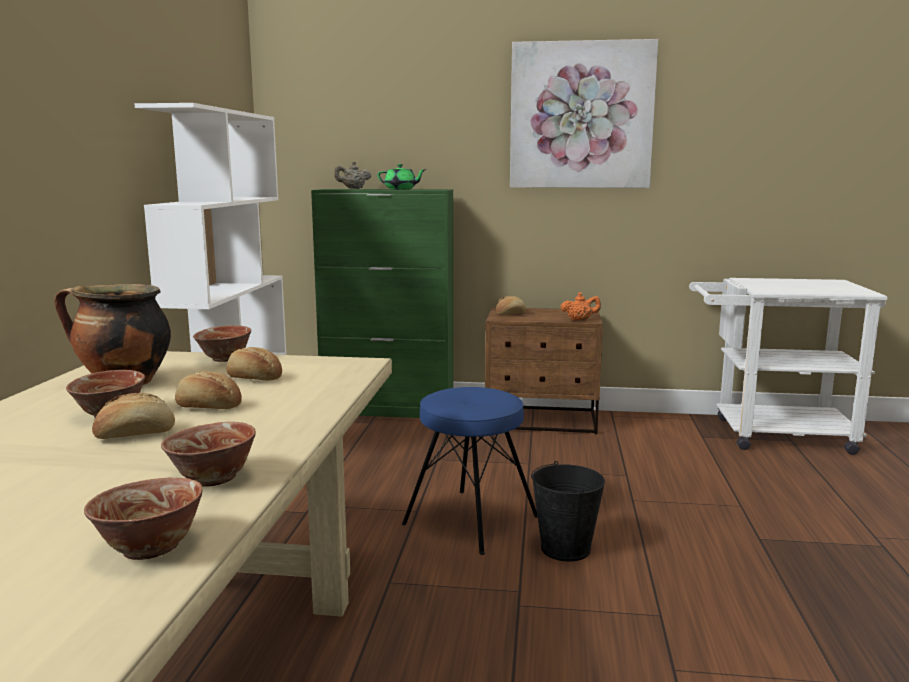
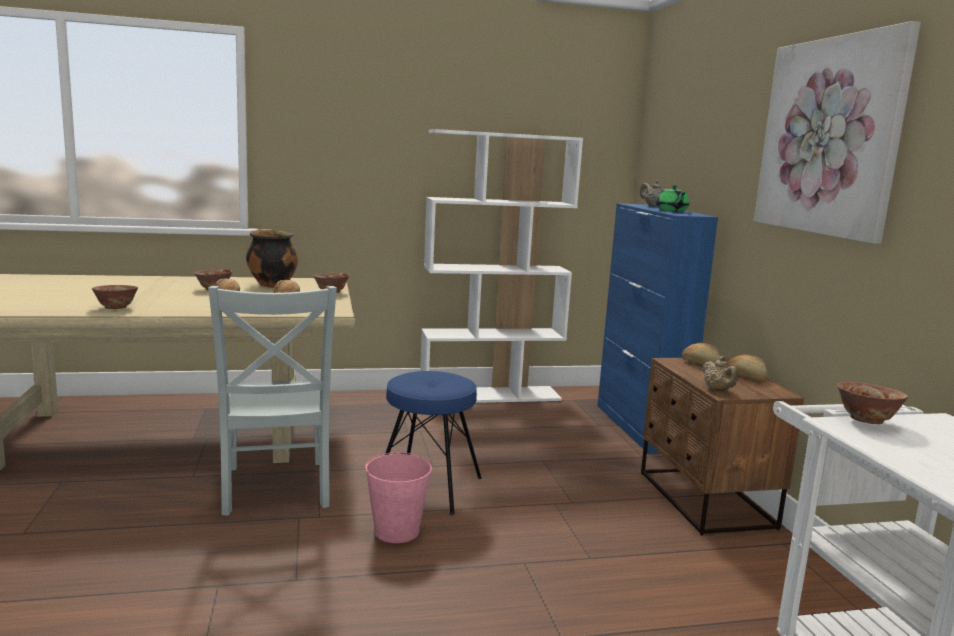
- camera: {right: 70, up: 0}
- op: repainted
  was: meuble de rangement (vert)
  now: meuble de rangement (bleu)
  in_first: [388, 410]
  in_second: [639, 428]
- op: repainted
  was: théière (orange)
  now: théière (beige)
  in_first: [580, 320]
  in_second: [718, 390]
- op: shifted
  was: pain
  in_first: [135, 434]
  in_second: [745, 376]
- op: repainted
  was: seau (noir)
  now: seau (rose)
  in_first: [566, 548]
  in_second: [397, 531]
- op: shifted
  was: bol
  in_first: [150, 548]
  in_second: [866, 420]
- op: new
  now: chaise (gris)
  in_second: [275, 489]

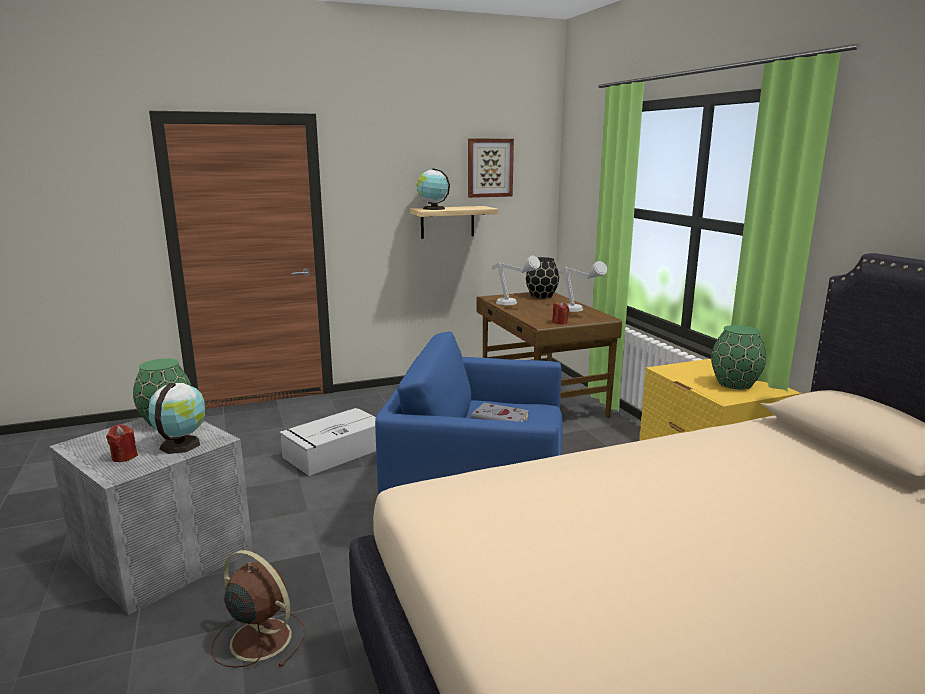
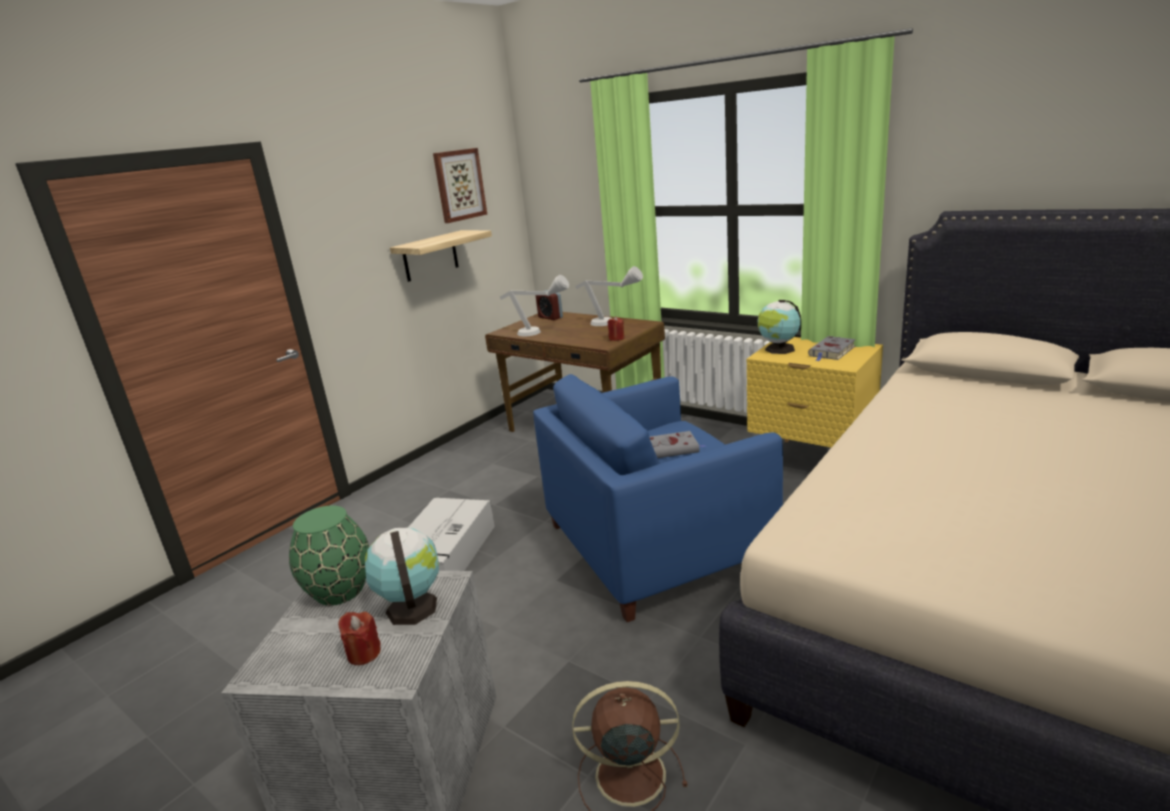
- camera: {right: -30, up: 5}
- op: shifted
  was: globe
  in_first: [432, 208]
  in_second: [778, 349]
- op: swapped
  was: vase (noir)
  now: réveil
  in_first: [542, 296]
  in_second: [550, 317]
- op: swapped
  was: vase (vert)
  now: livre (gris)
  in_first: [734, 384]
  in_second: [831, 352]

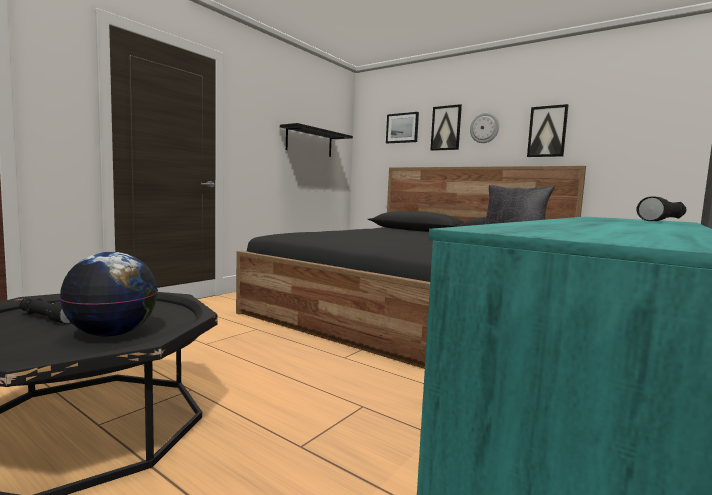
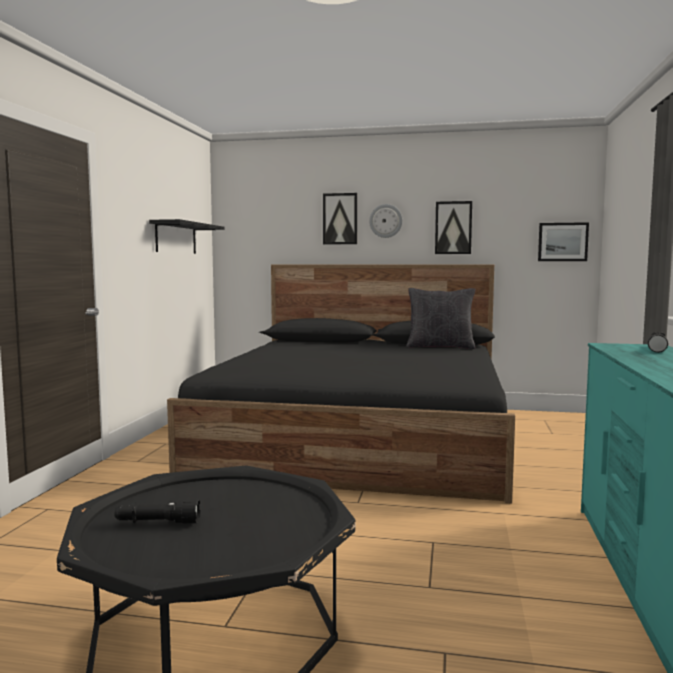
- camera: {right: -25, up: 0}
- op: shifted
  was: tableau
  in_first: [402, 128]
  in_second: [562, 242]
- op: gone
  was: globe
  in_first: [112, 334]

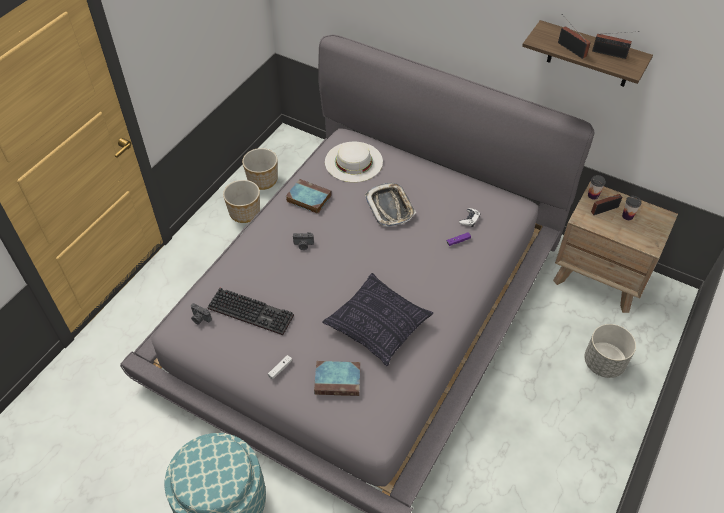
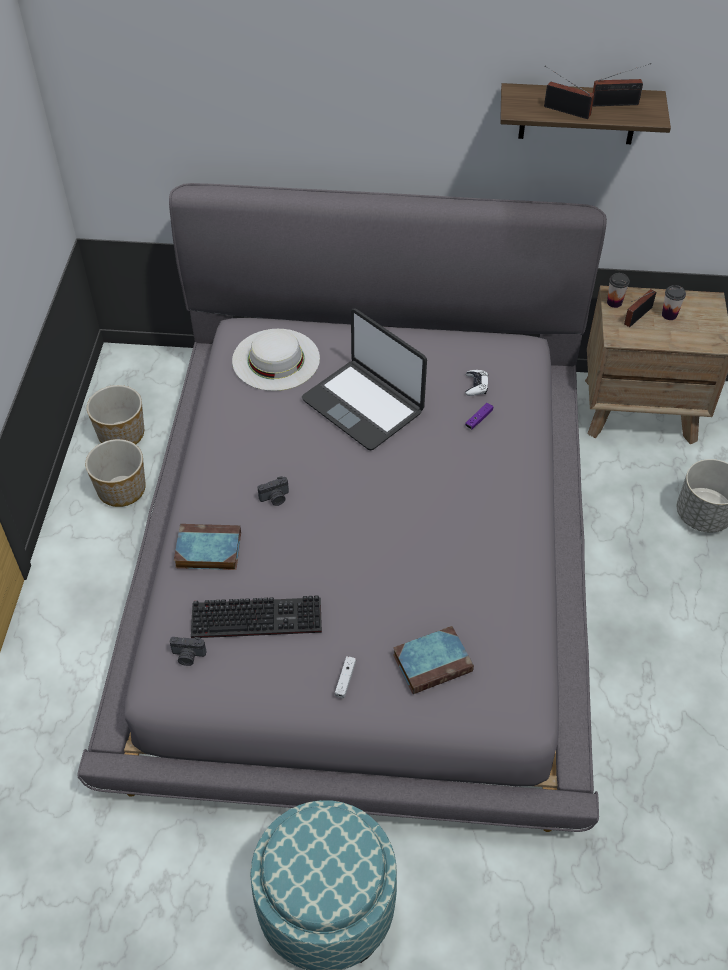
- camera: {right: -25, up: 0}
- op: shifted
  was: livre
  in_first: [307, 198]
  in_second: [207, 550]
- op: swapped
  was: plateau
  now: ordinateur portable
  in_first: [390, 207]
  in_second: [363, 405]
- op: gone
  was: coussin
  in_first: [378, 326]

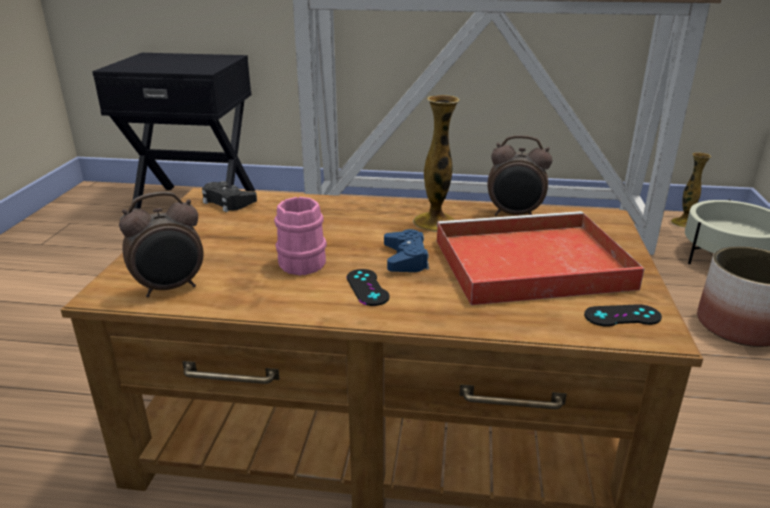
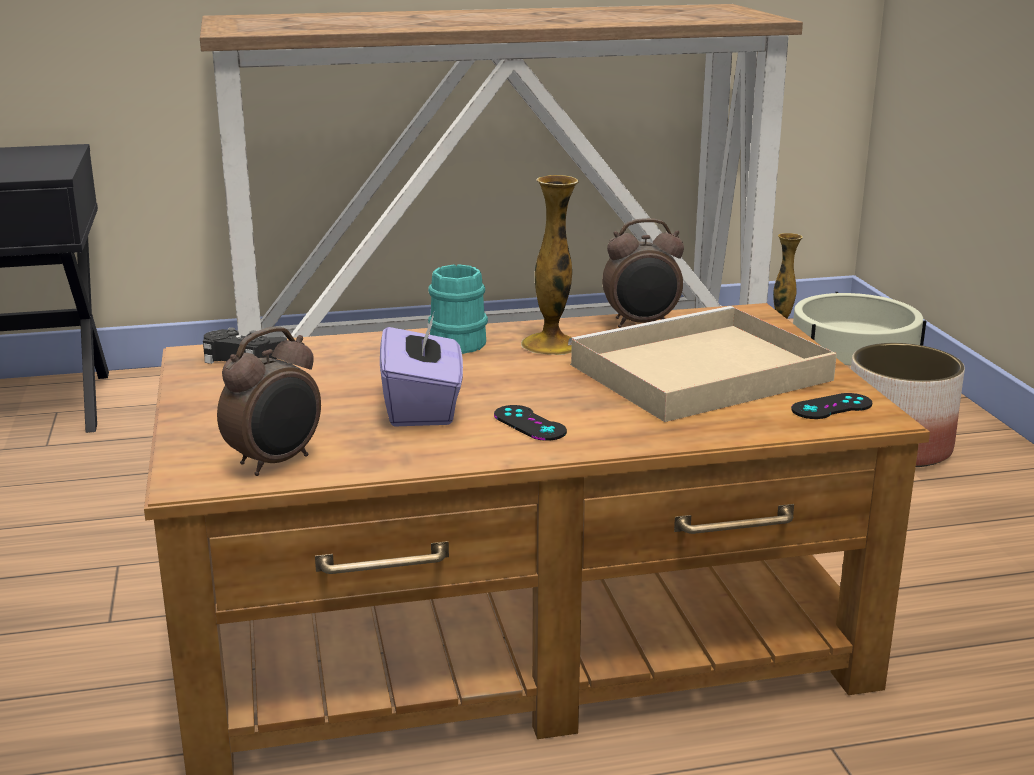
- camera: {right: -20, up: -5}
- op: swapped
  was: mug (rose)
  now: boîte à mouchoirs (violet)
  in_first: [305, 260]
  in_second: [423, 407]
- op: repainted
  was: plateau (rouge)
  now: plateau (beige)
  in_first: [527, 264]
  in_second: [696, 374]
- op: gone
  was: manette (bleu)
  in_first: [406, 259]
- op: new
  now: mug (turquoise)
  in_second: [461, 341]

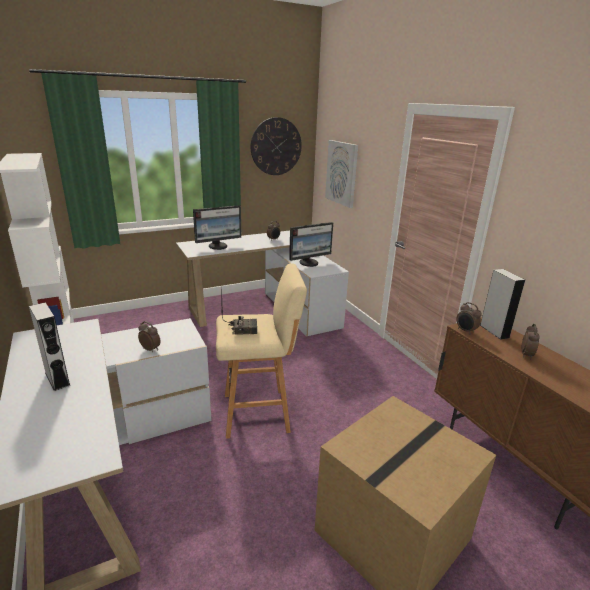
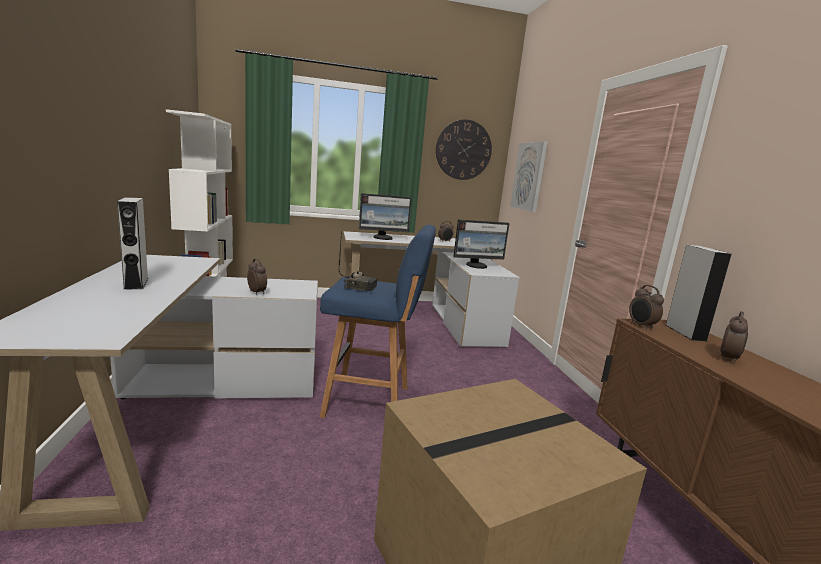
- camera: {right: 15, up: -10}
- op: repainted
  was: tabouret (beige)
  now: tabouret (bleu)
  in_first: [259, 412]
  in_second: [370, 402]

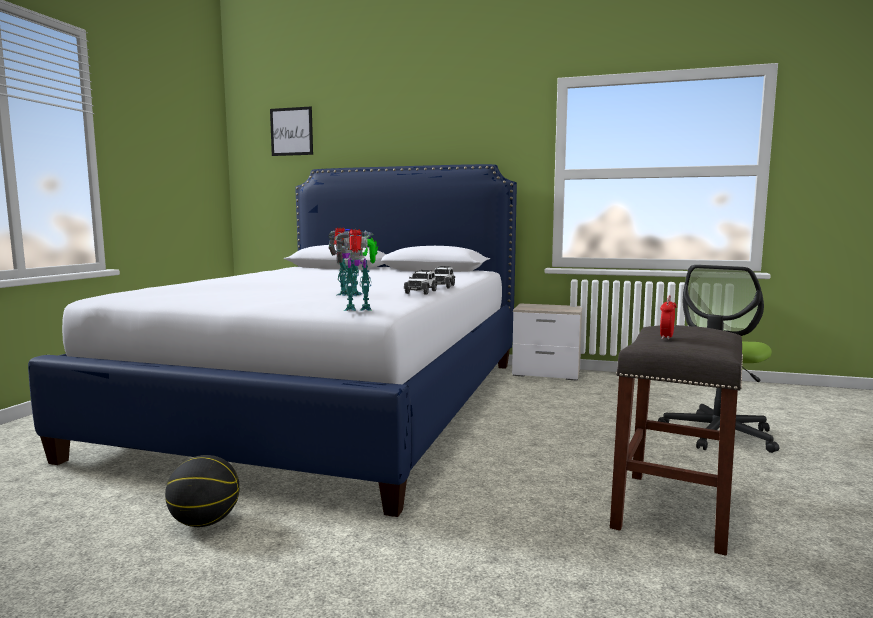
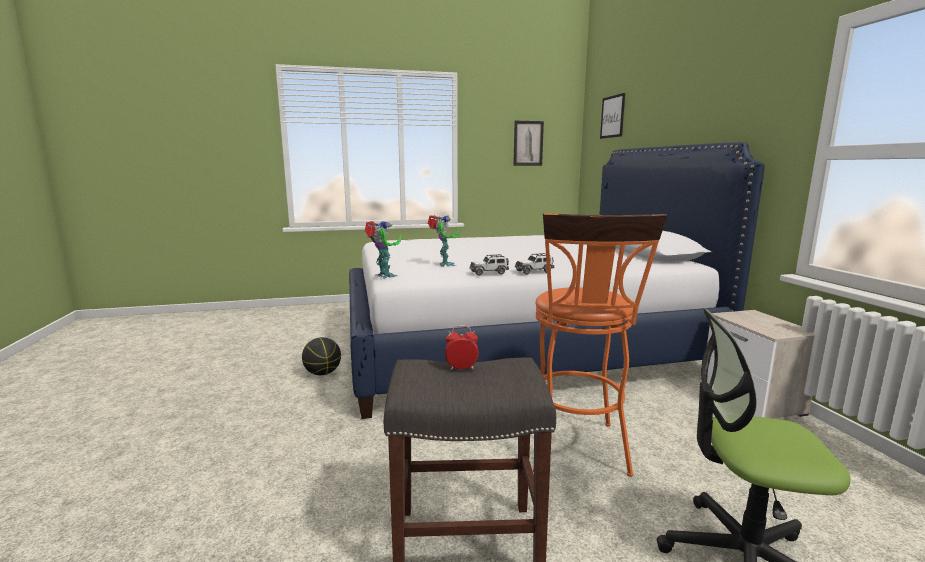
- camera: {right: 60, up: 5}
- op: new
  now: tableau
  in_second: [528, 143]
- op: new
  now: tabouret (orange)
  in_second: [577, 452]

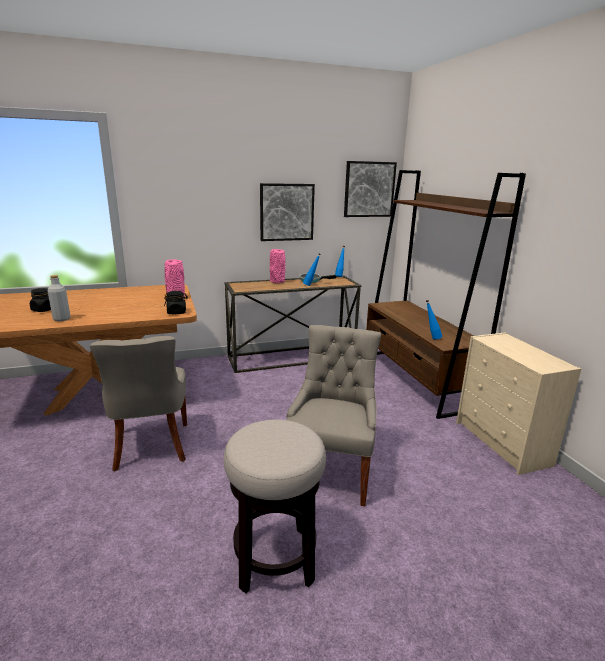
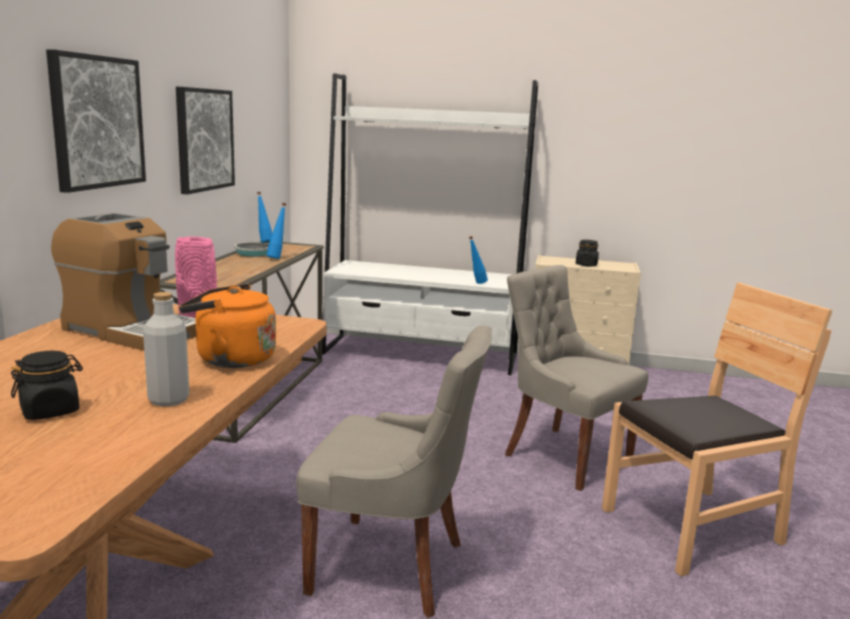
- camera: {right: -60, up: -5}
- op: shifted
  was: tableau
  in_first: [369, 189]
  in_second: [97, 122]
- op: repainted
  was: bibliothèque (marron)
  now: bibliothèque (blanc)
  in_first: [415, 380]
  in_second: [421, 354]
- op: gone
  was: vase (rose)
  in_first: [277, 281]
- op: shifted
  was: bocal (noir)
  in_first: [177, 312]
  in_second: [586, 265]
- op: swapped
  was: tabouret
  now: chaise (marron)
  in_first: [275, 559]
  in_second: [692, 527]
- op: new
  now: machine à café
  in_second: [131, 331]
- op: new
  now: bouilloire (orange)
  in_second: [231, 359]

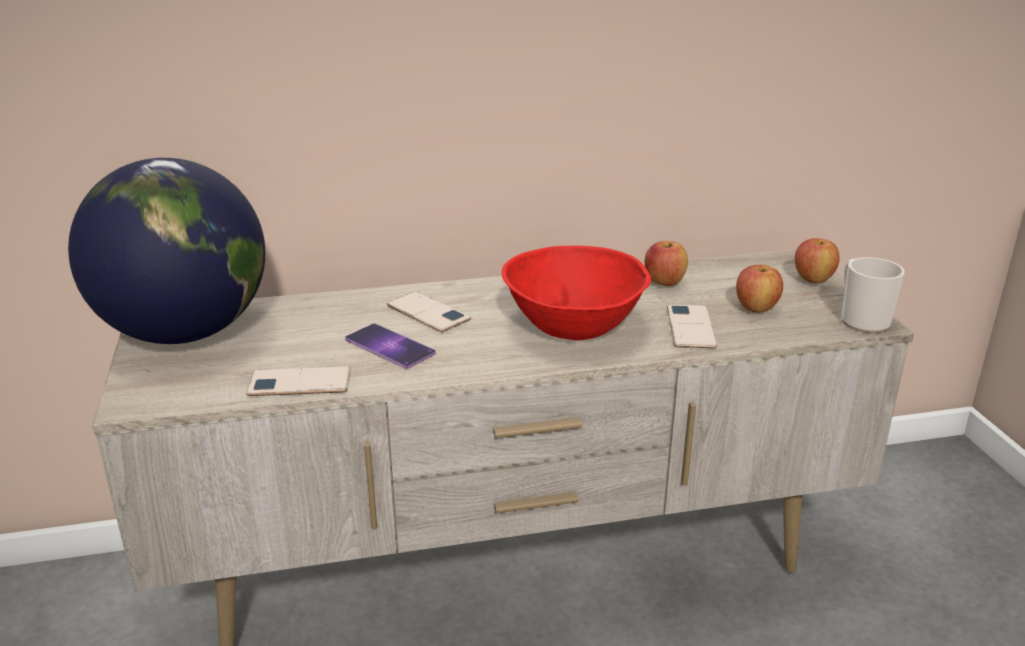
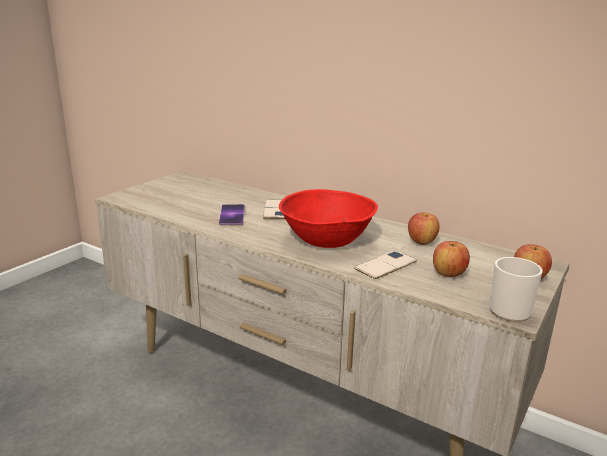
- camera: {right: 45, up: -5}
- op: gone
  was: globe
  in_first: [185, 333]
- op: gone
  was: téléphone
  in_first: [299, 383]

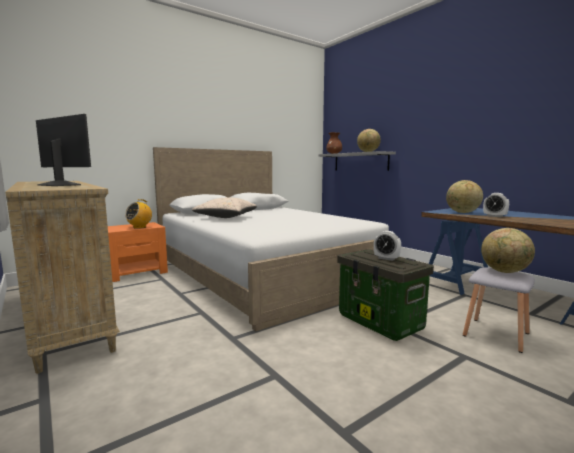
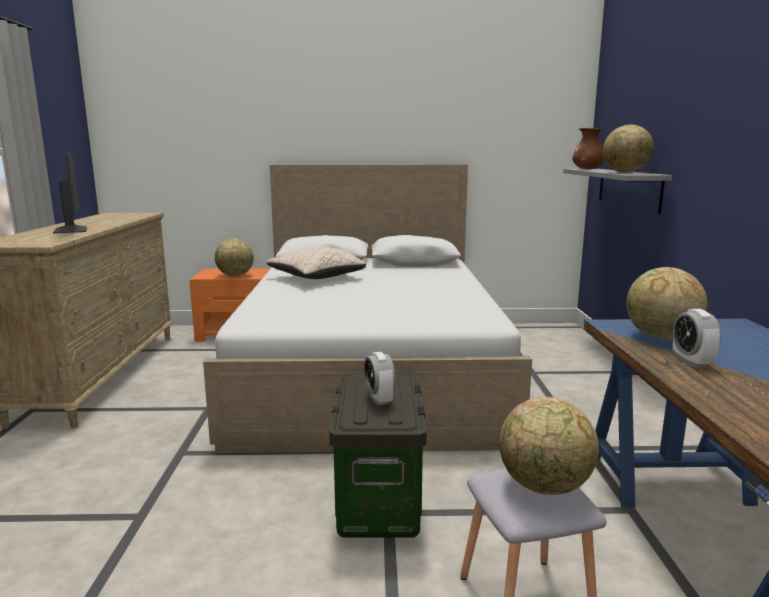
- camera: {right: 35, up: 5}
- op: swapped
  was: radio
  now: globe
  in_first: [140, 227]
  in_second: [235, 275]

